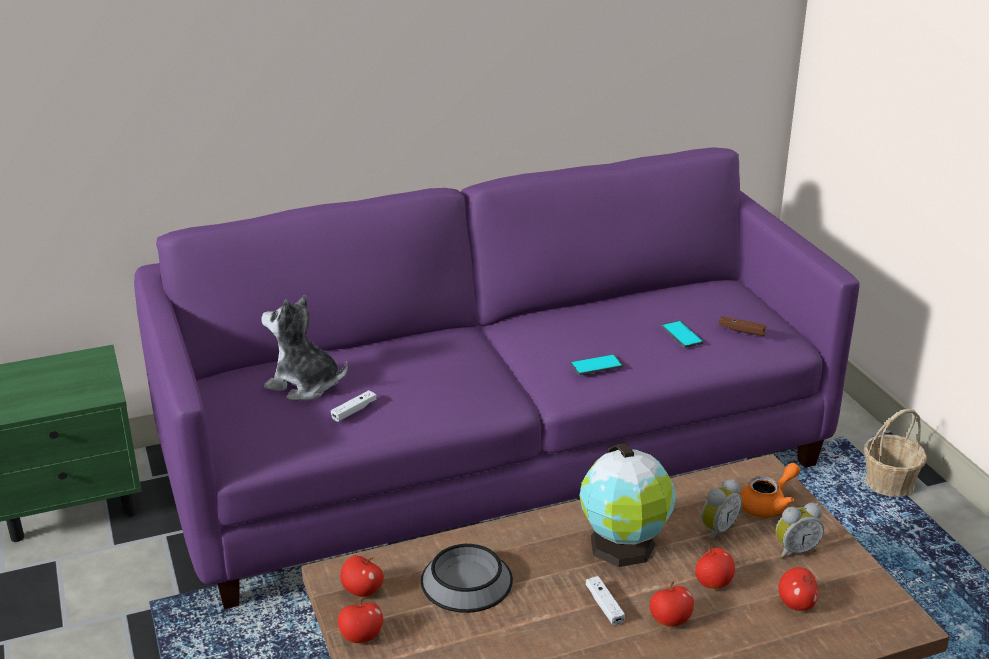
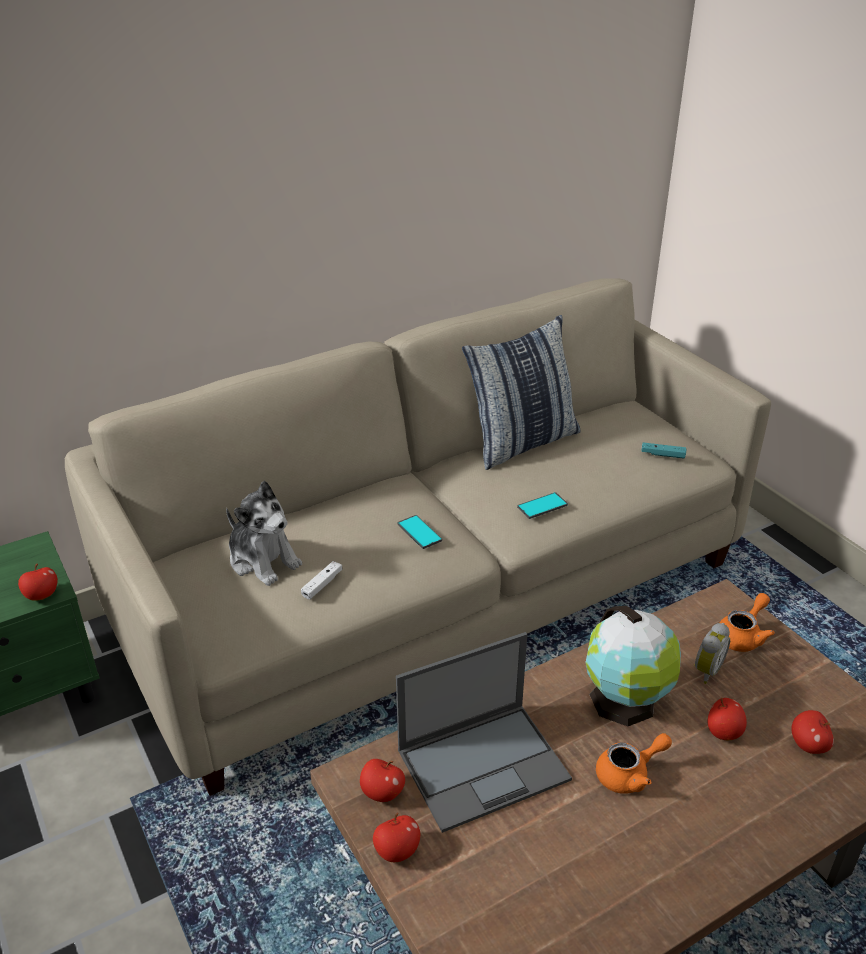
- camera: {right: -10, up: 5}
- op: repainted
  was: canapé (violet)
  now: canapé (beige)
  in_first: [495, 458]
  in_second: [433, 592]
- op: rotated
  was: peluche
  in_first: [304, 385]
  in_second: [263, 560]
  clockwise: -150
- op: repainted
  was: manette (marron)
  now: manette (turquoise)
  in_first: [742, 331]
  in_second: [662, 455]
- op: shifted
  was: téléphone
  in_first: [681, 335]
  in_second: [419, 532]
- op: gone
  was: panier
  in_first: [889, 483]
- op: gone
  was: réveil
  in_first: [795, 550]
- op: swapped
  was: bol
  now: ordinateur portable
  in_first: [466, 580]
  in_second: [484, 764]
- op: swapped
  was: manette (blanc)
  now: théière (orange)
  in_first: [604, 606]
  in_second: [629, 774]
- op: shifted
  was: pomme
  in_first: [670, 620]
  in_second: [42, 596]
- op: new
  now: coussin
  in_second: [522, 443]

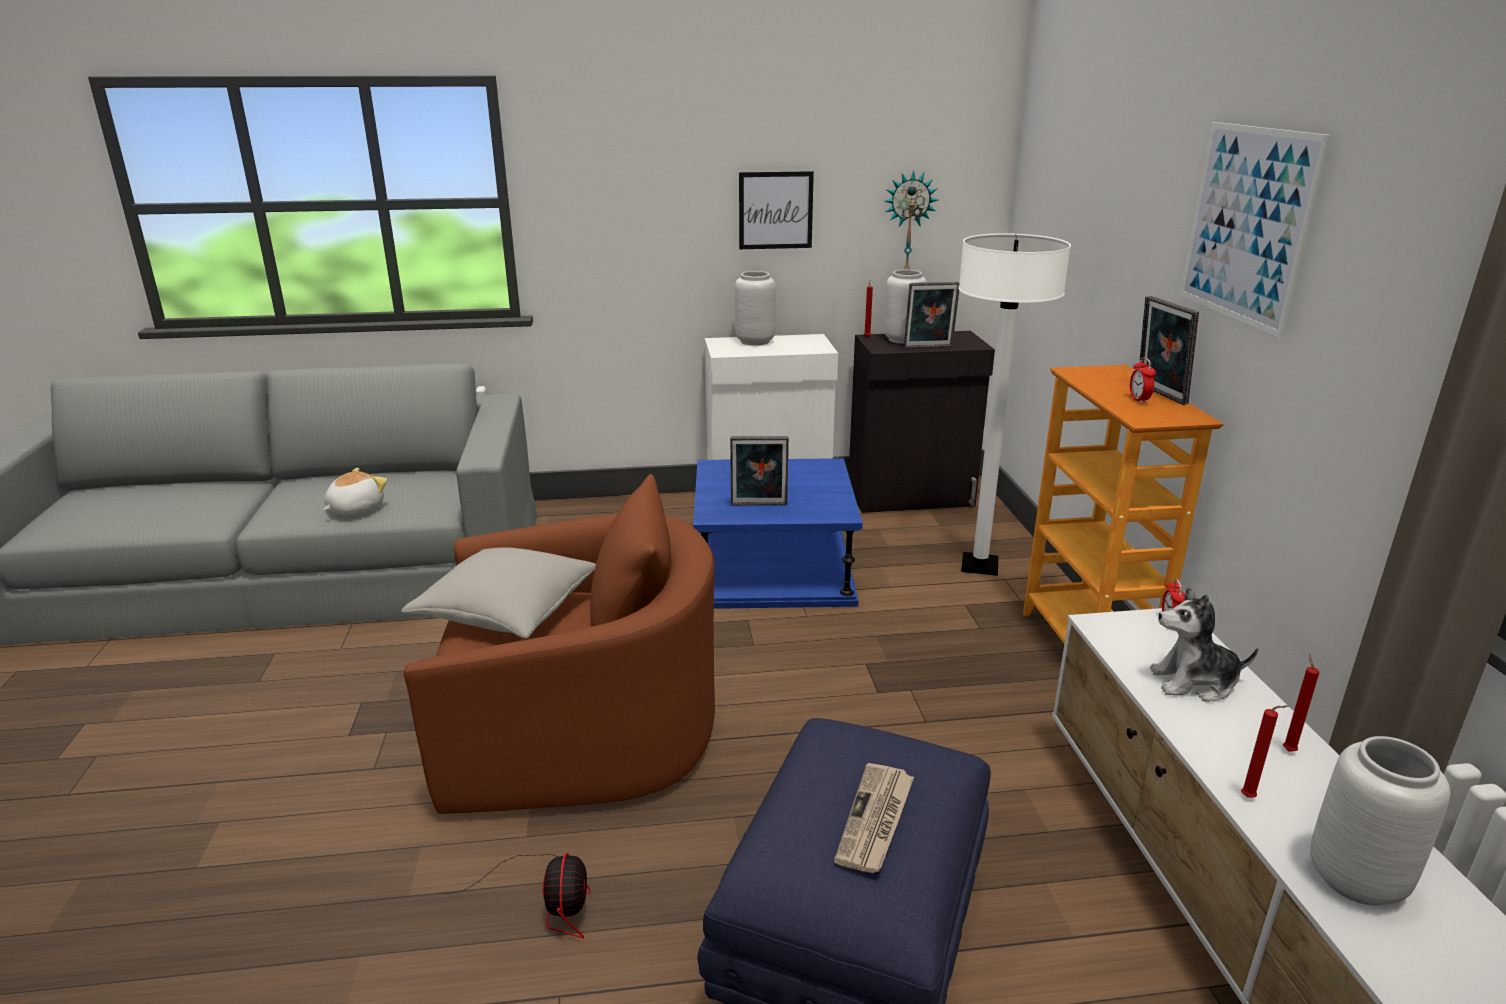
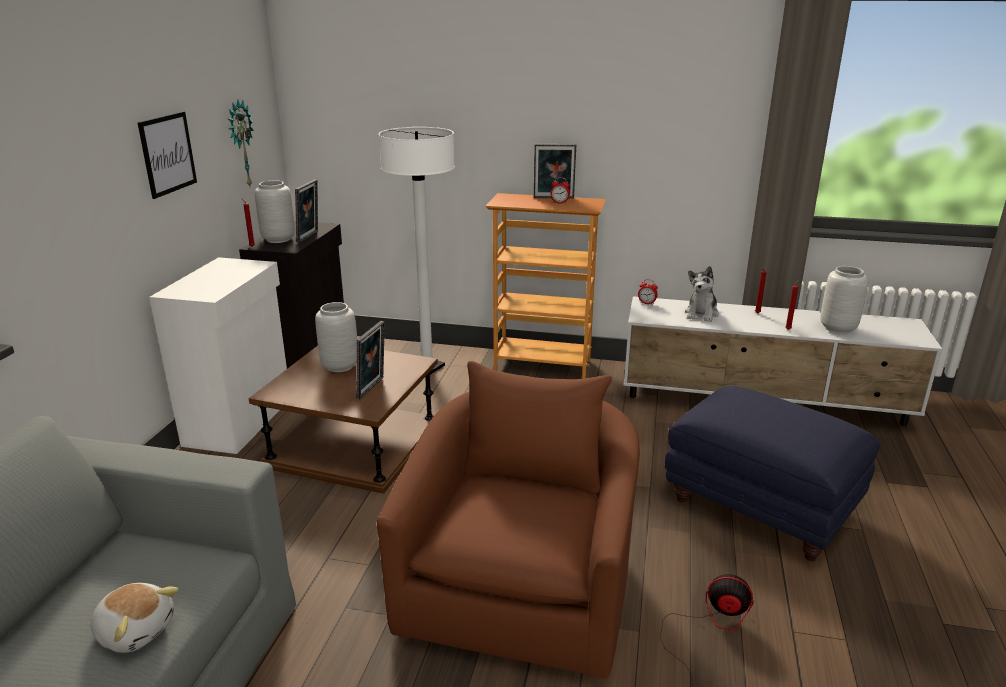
- camera: {right: -70, up: 0}
- op: gone
  was: tableau
  in_first: [1248, 225]
- op: shifted
  was: vase (gris)
  in_first: [755, 342]
  in_second: [340, 366]
- op: repainted
  was: table d'appoint (bleu)
  now: table d'appoint (marron)
  in_first: [773, 568]
  in_second: [354, 443]
- op: rotated
  was: peluche
  in_first: [355, 508]
  in_second: [136, 630]
  clockwise: 150
- op: gone
  was: coussin (gris)
  in_first: [507, 611]
- op: gone
  was: journal
  in_first: [875, 820]

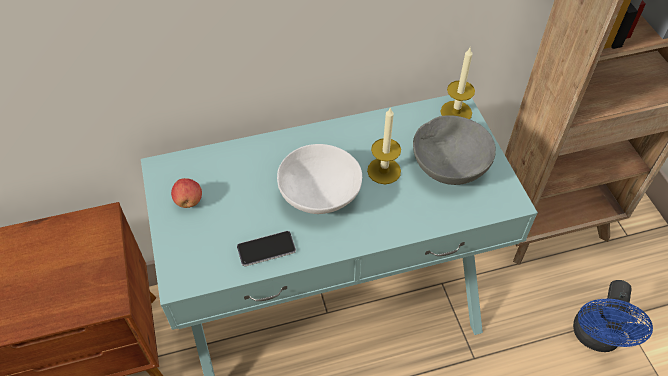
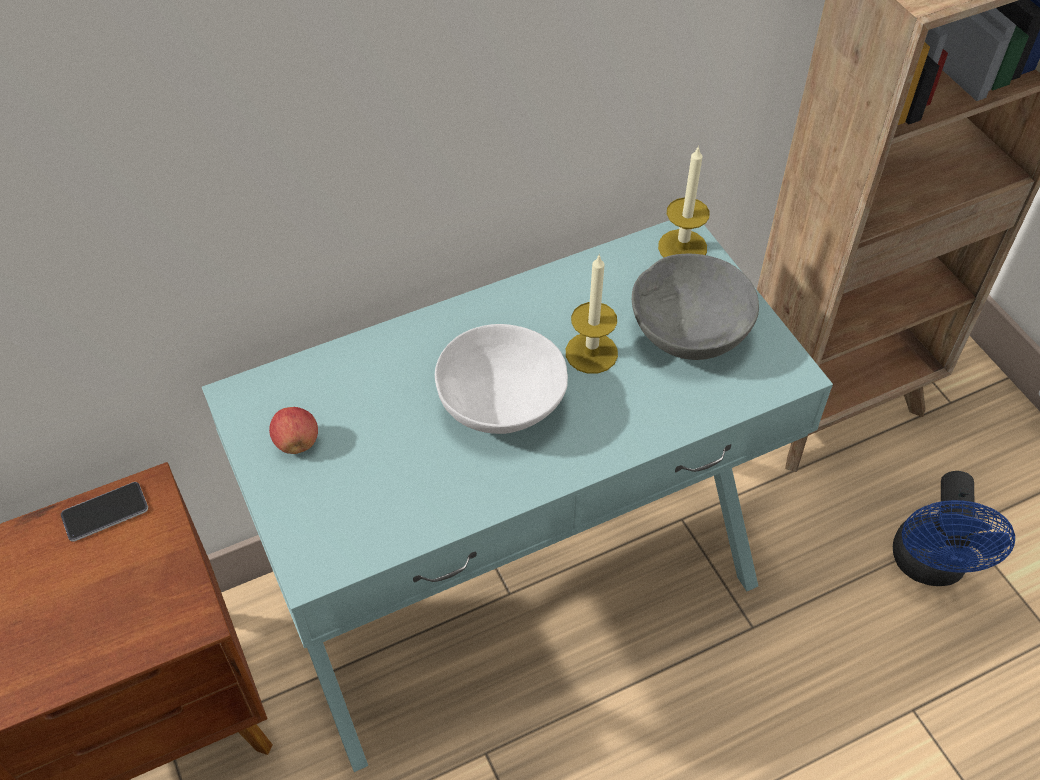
- camera: {right: -10, up: 0}
- op: shifted
  was: téléphone
  in_first: [266, 249]
  in_second: [105, 512]

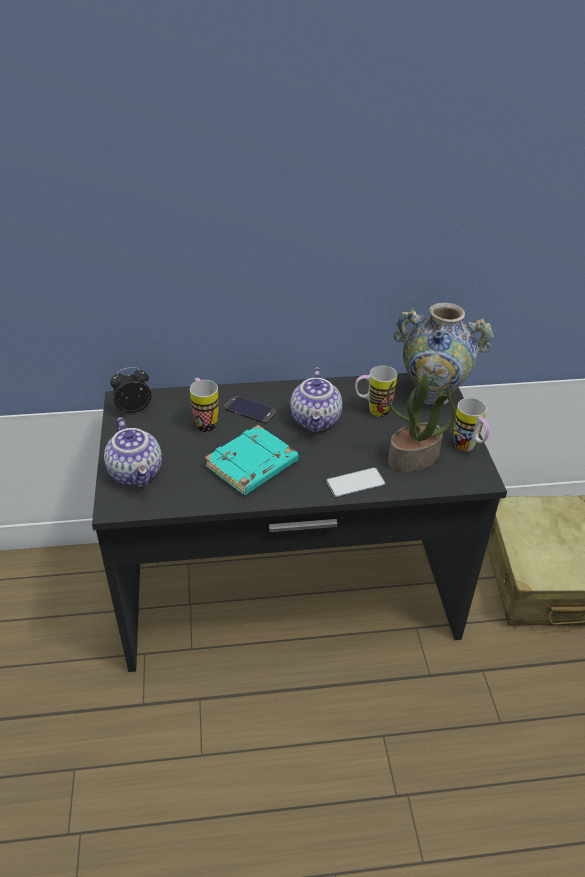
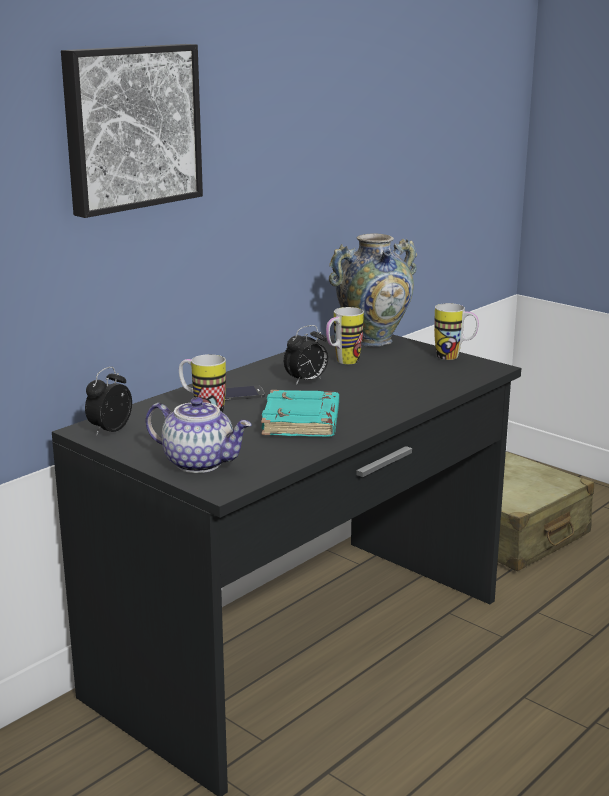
- camera: {right: -40, up: -20}
- op: swapped
  was: théière
  now: réveil
  in_first: [317, 420]
  in_second: [306, 381]
- op: gone
  was: plante en pot
  in_first: [413, 458]
- op: gone
  was: téléphone
  in_first: [355, 482]
- op: new
  now: tableau
  in_second: [130, 127]

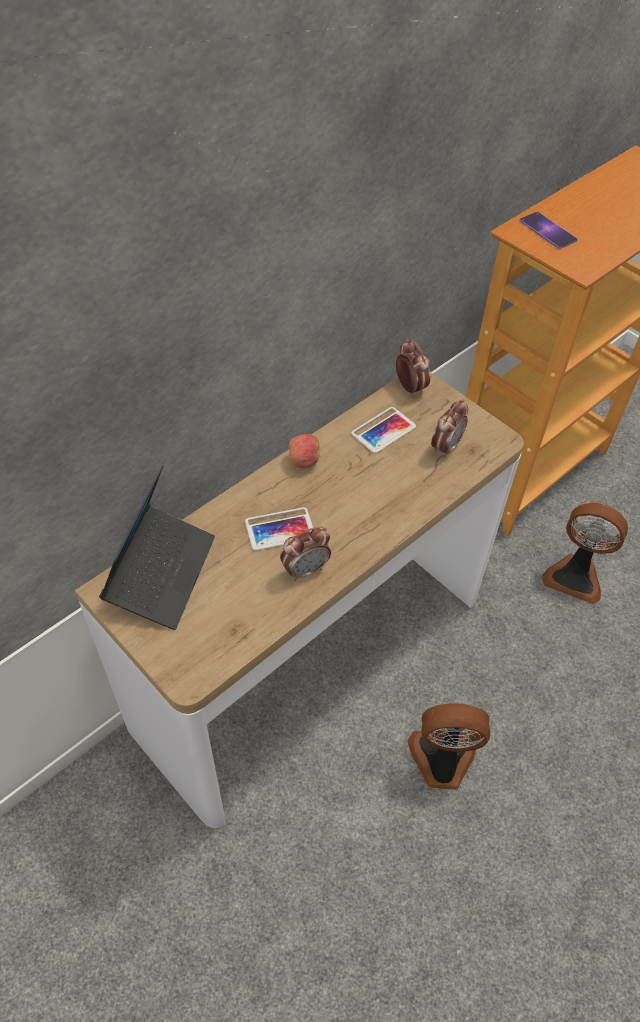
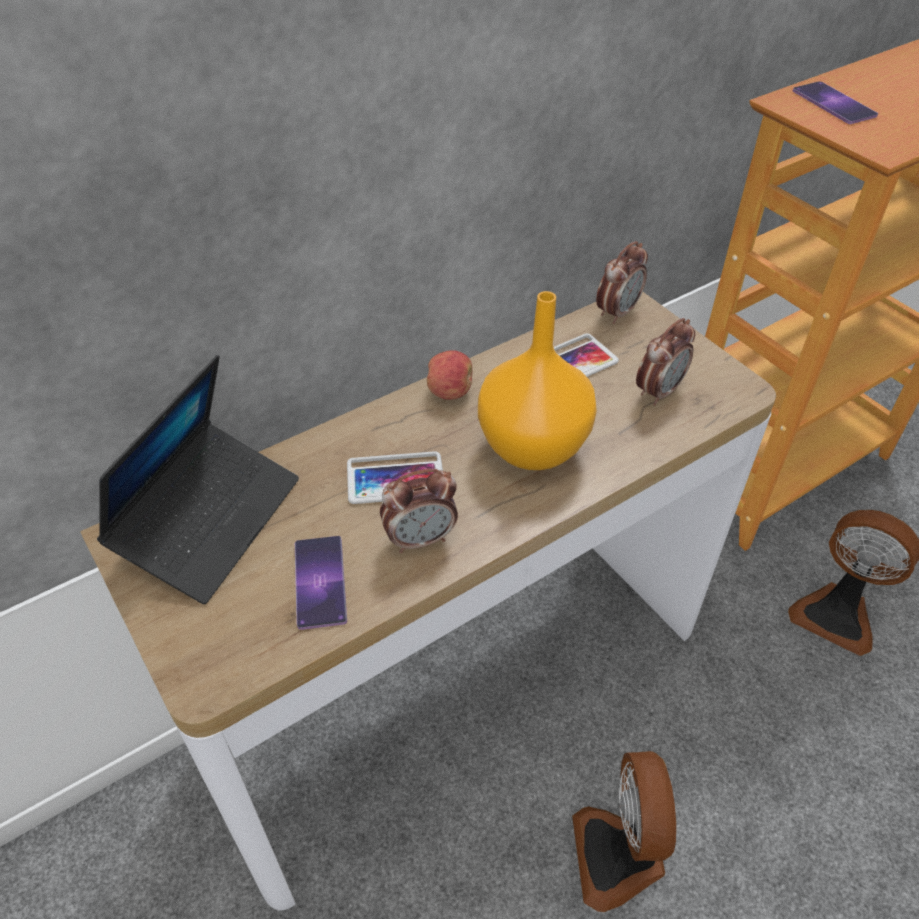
- camera: {right: 10, up: -5}
- op: rotated
  was: réveil
  in_first: [410, 387]
  in_second: [617, 312]
  clockwise: 60
- op: rotated
  was: ventilateur
  in_first: [442, 761]
  in_second: [619, 856]
  clockwise: -105
- op: new
  now: vase (orange)
  in_second: [533, 446]
- op: new
  now: téléphone
  in_second: [320, 582]

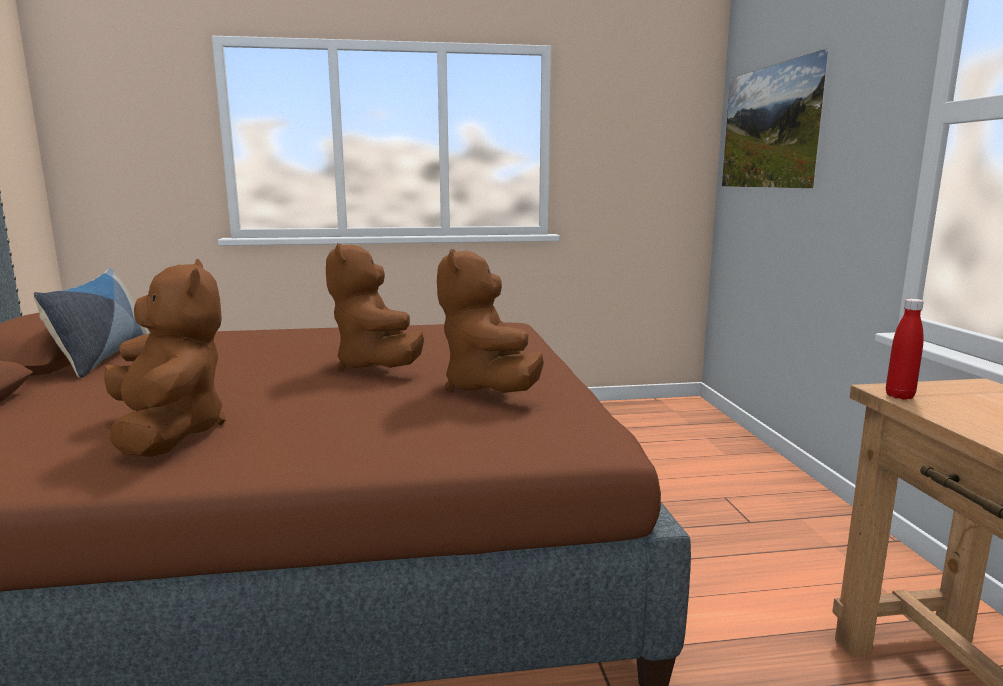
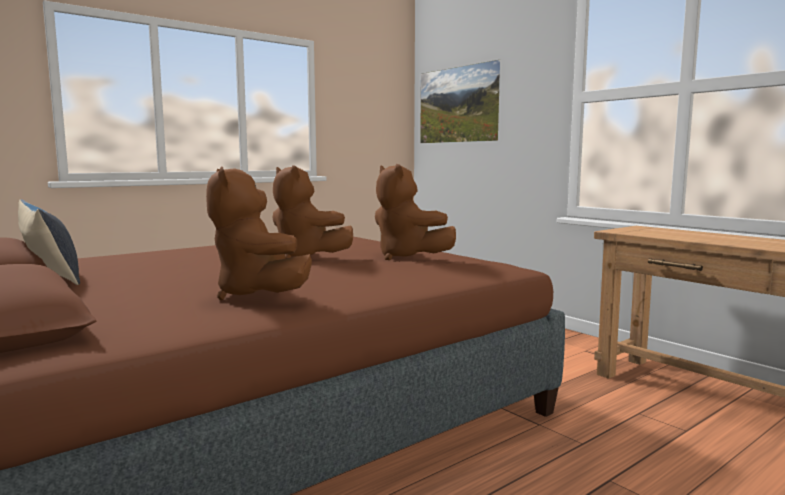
- camera: {right: -30, up: -5}
- op: rotated
  was: peluche (marron)
  in_first: [169, 433]
  in_second: [258, 295]
  clockwise: -150
- op: gone
  was: bouteille (rouge)
  in_first: [899, 396]

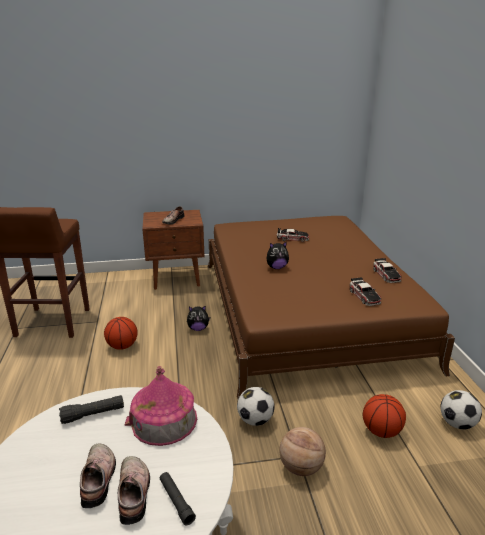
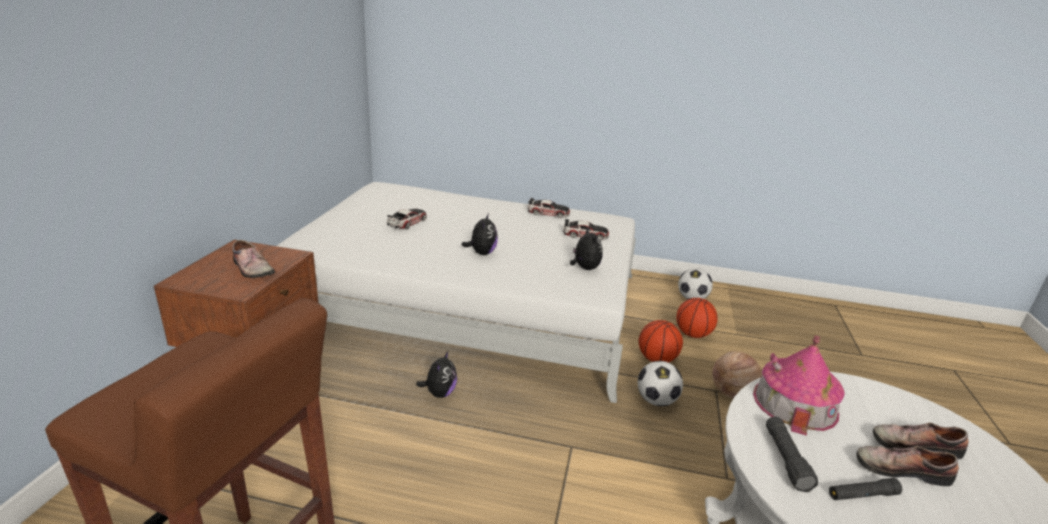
- camera: {right: -70, up: 0}
- op: repainted
  was: lit (marron)
  now: lit (blanc)
  in_first: [305, 311]
  in_second: [469, 302]
- op: shifted
  was: ballon de basket
  in_first: [122, 346]
  in_second: [657, 359]
- op: shifted
  was: lampe de poche (noir)
  in_first: [176, 501]
  in_second: [862, 495]
- op: new
  now: peluche
  in_second: [584, 268]

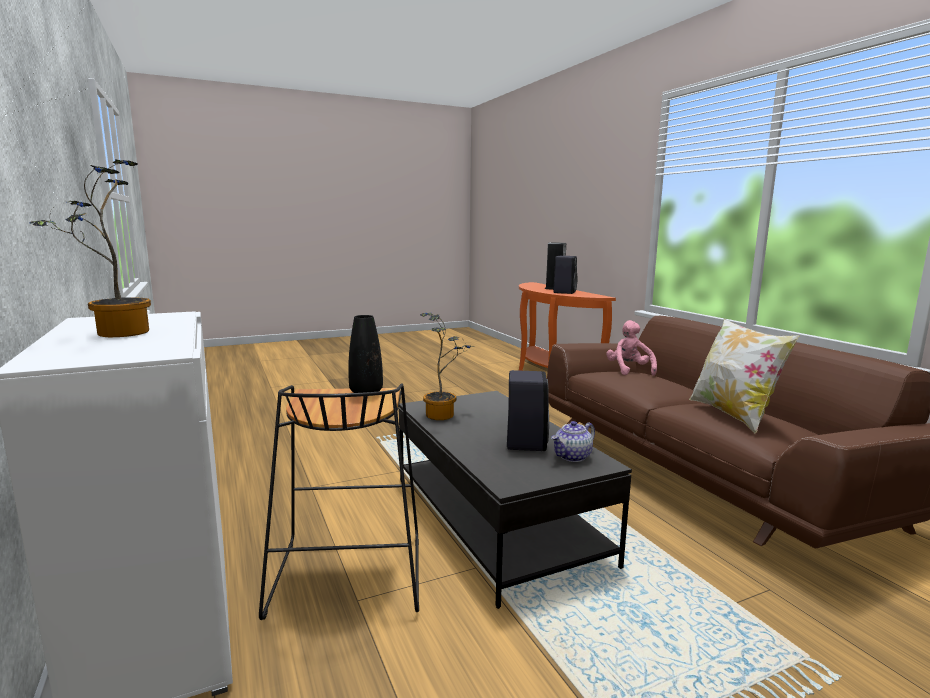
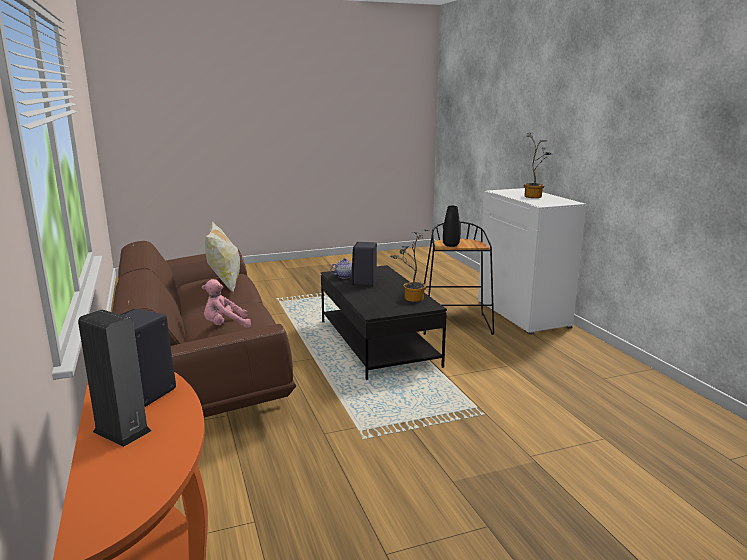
- camera: {right: -175, up: 5}
- op: rotated
  was: peluche (rose)
  in_first: [629, 370]
  in_second: [225, 326]
  clockwise: 75

